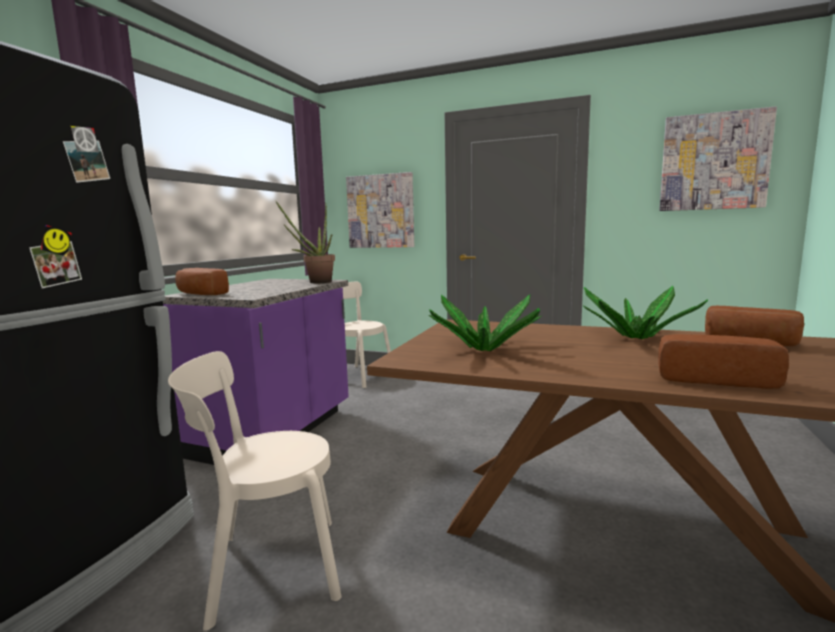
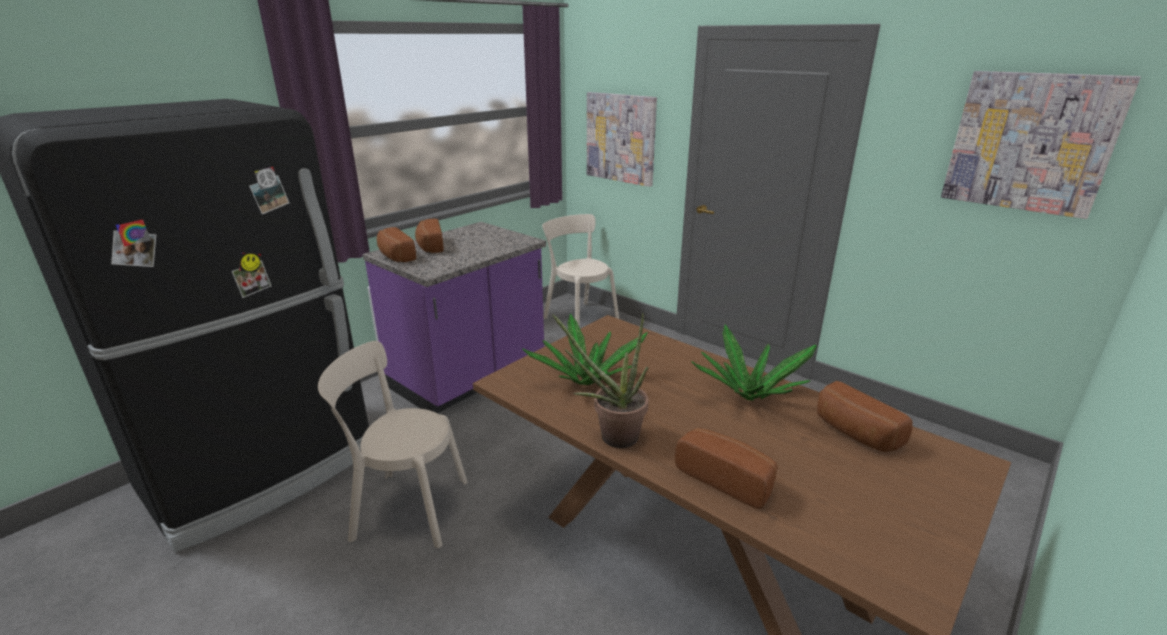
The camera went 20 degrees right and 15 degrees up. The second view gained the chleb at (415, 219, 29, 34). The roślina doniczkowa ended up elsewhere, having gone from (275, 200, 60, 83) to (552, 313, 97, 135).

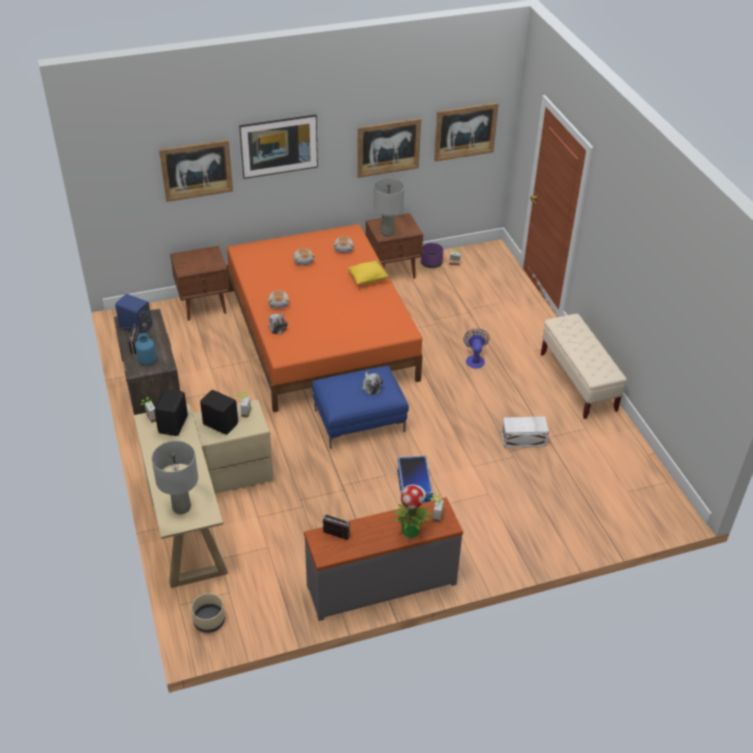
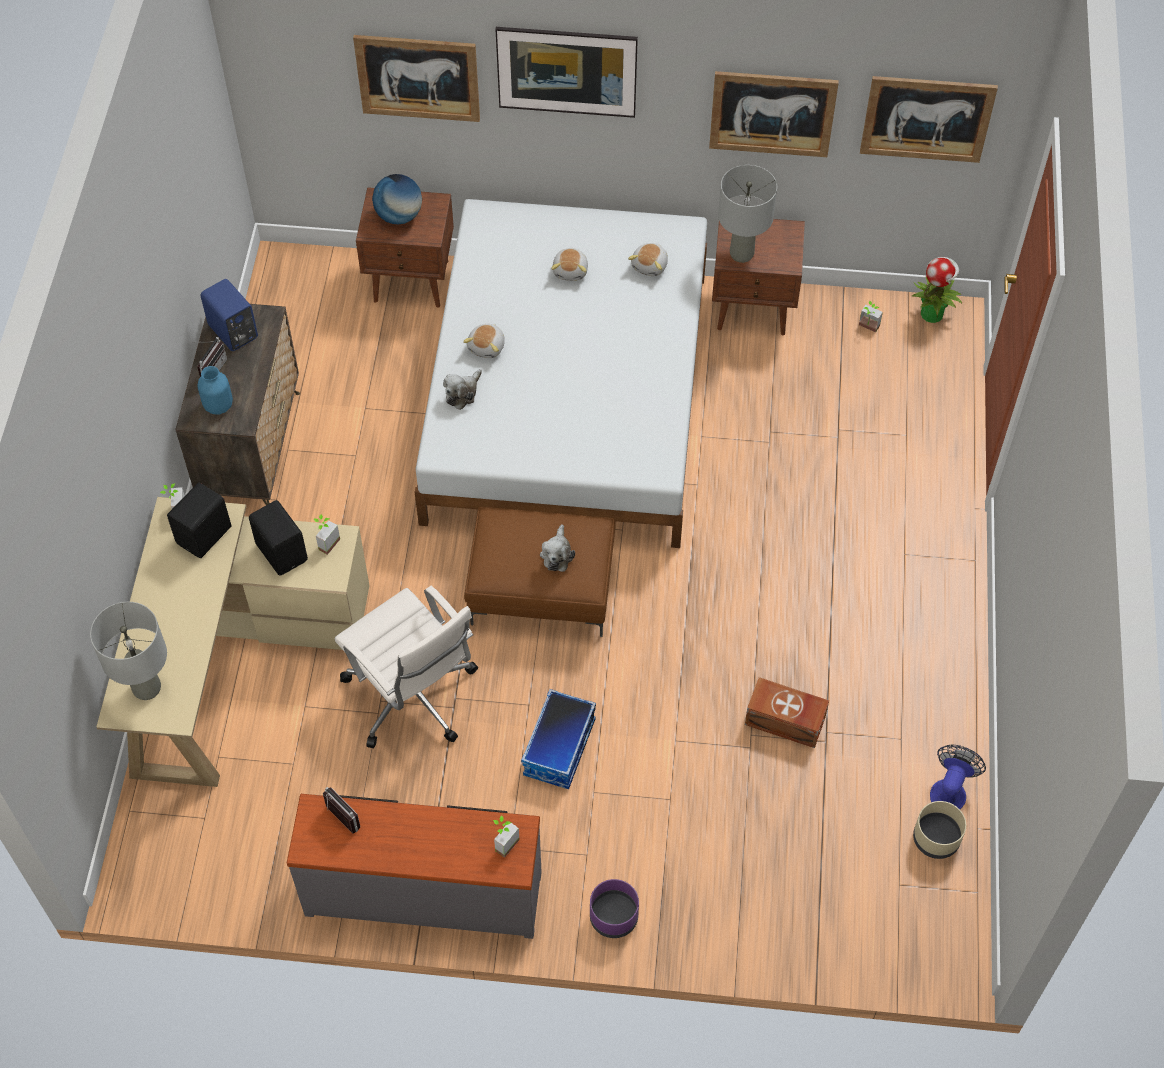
The camera went 25 degrees right and 15 degrees up. The second view lost the poduszka (żółty) at (347, 260, 42, 25). The second view lost the ławka (beżowy) at (541, 314, 86, 105). The second view gained the krzesło biurowe (biały) at (334, 586, 144, 162). The second view gained the globus at (372, 174, 50, 50). The donica (beżowy) ended up elsewhere, having gone from (191, 593, 34, 40) to (913, 801, 53, 58). The roślina doniczkowa ended up elsewhere, having gone from (394, 485, 39, 53) to (912, 257, 50, 66). The donica (fioletowy) ended up elsewhere, having gone from (421, 243, 22, 25) to (590, 879, 49, 59). The wentylator ended up elsewhere, having gone from (463, 329, 26, 40) to (930, 745, 56, 64). What was the łóżko (pomarańczowy) at (226, 224, 197, 188) turned into the łóżko (biały) at (415, 199, 292, 349). What was the pufa (niebieski) at (312, 366, 97, 83) turned into the pufa (brązowy) at (464, 507, 152, 130). What was the pojemnik do przechowywania (biały) at (501, 416, 48, 32) turned into the pojemnik do przechowywania (brązowy) at (745, 677, 84, 71).

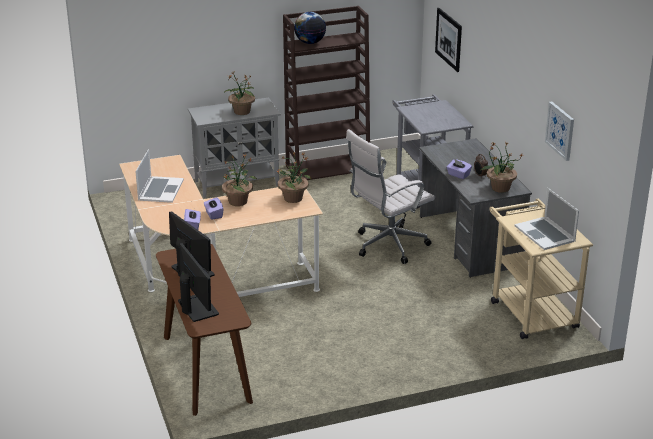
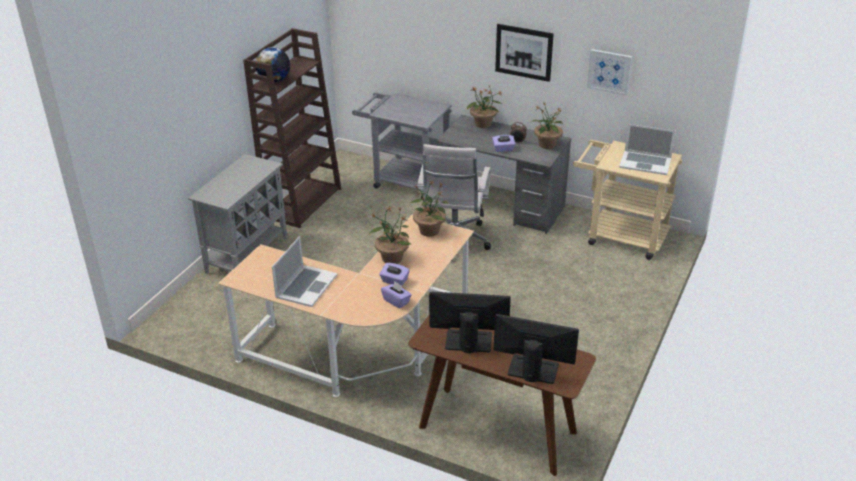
The camera went 45 degrees left and 5 degrees up. The roślina doniczkowa ended up elsewhere, having gone from (225, 72, 30, 43) to (467, 86, 36, 42). The obraz ended up elsewhere, having gone from (435, 8, 27, 64) to (495, 24, 59, 58). The laptop at (135, 149, 49, 54) ended up facing another way, 60 degrees clockwise from before.

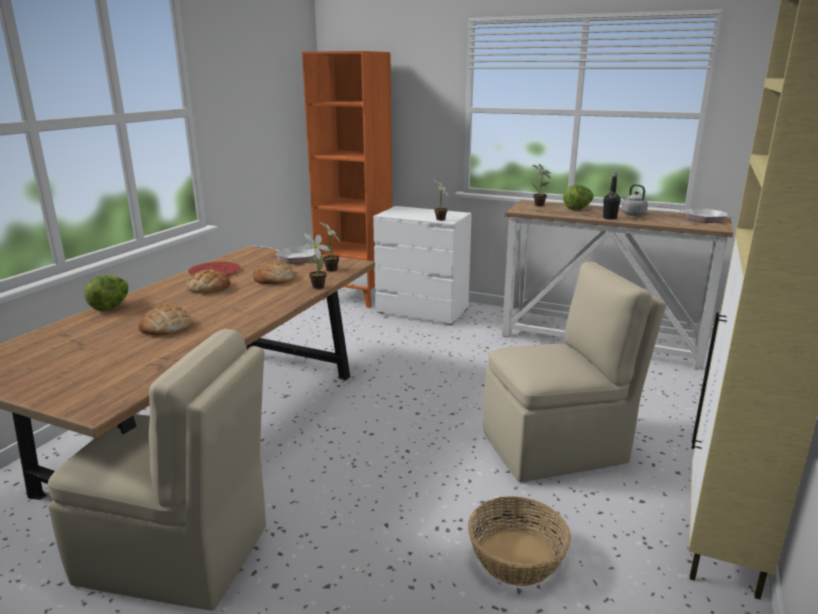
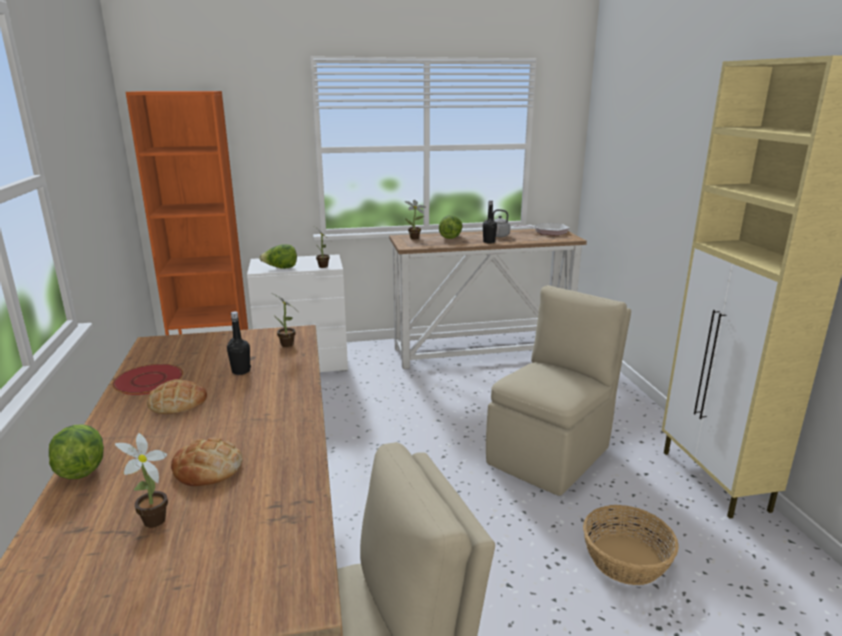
The camera went 35 degrees left and 0 degrees up. The second view lost the patelnia at (253, 245, 63, 19). The second view gained the sałata at (259, 244, 38, 25). The roślina doniczkowa ended up elsewhere, having gone from (302, 233, 28, 56) to (115, 433, 53, 95). Where the chleb stood at (253, 261, 42, 23), the butelka (czarny) came to stand at (227, 311, 24, 64).

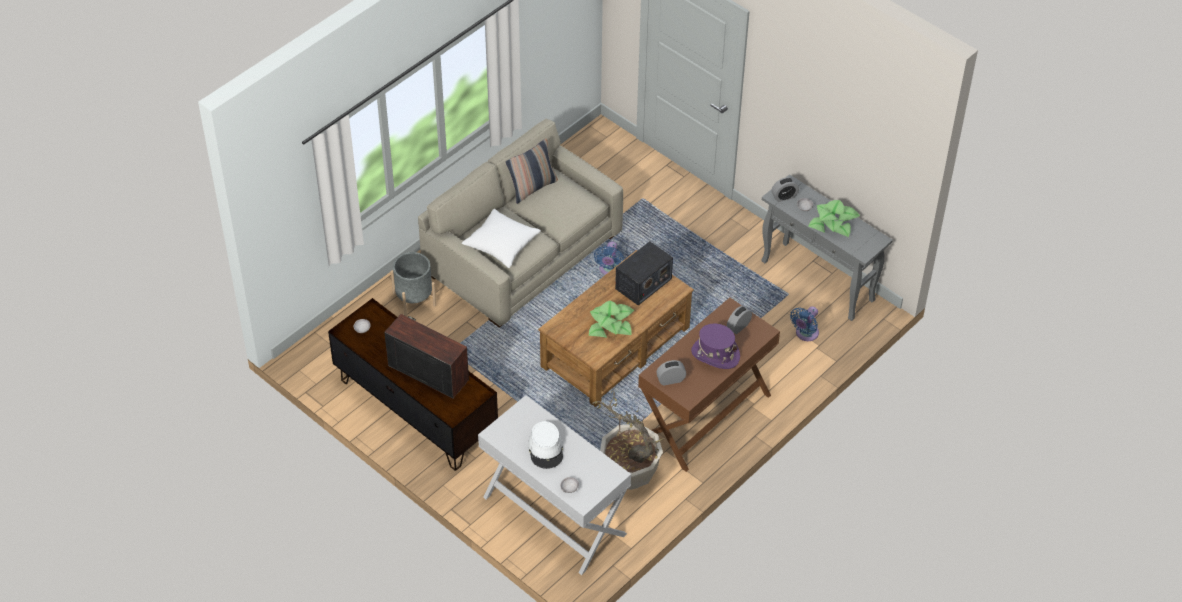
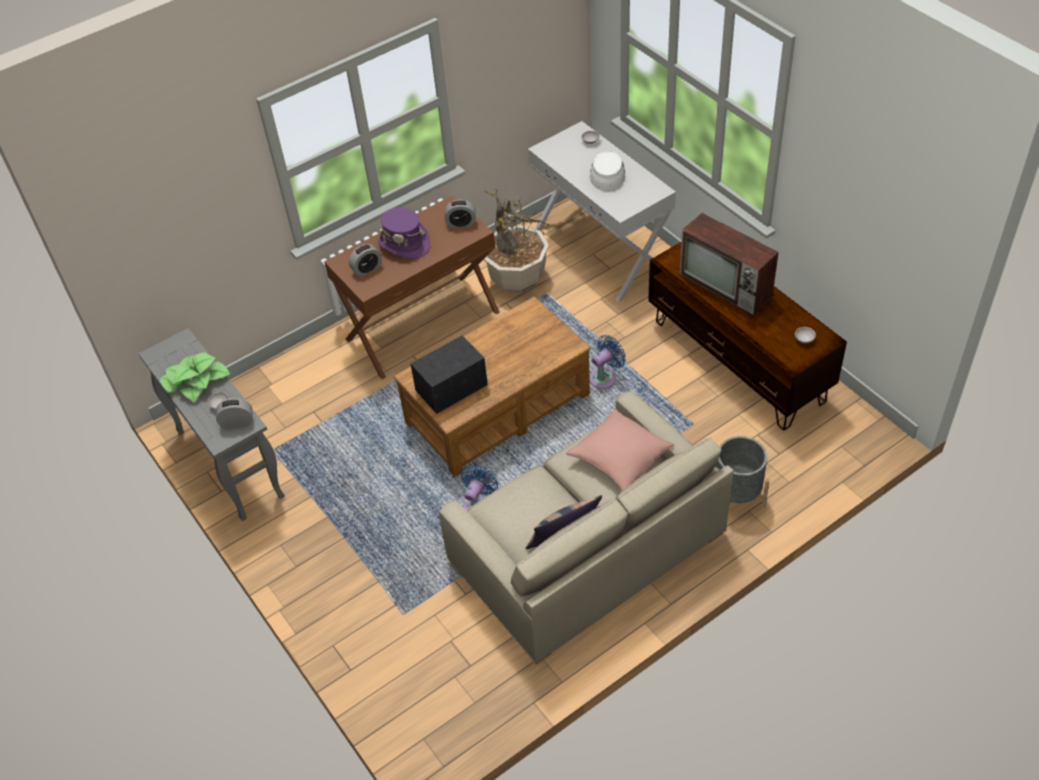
The camera went 165 degrees left and 0 degrees up. The second view lost the roślina doniczkowa at (589, 300, 45, 38). The wentylator (niebieski) ended up elsewhere, having gone from (790, 306, 29, 35) to (589, 335, 37, 54). What was the poduszka (biały) at (462, 209, 79, 59) turned into the poduszka (różowy) at (566, 409, 108, 82).

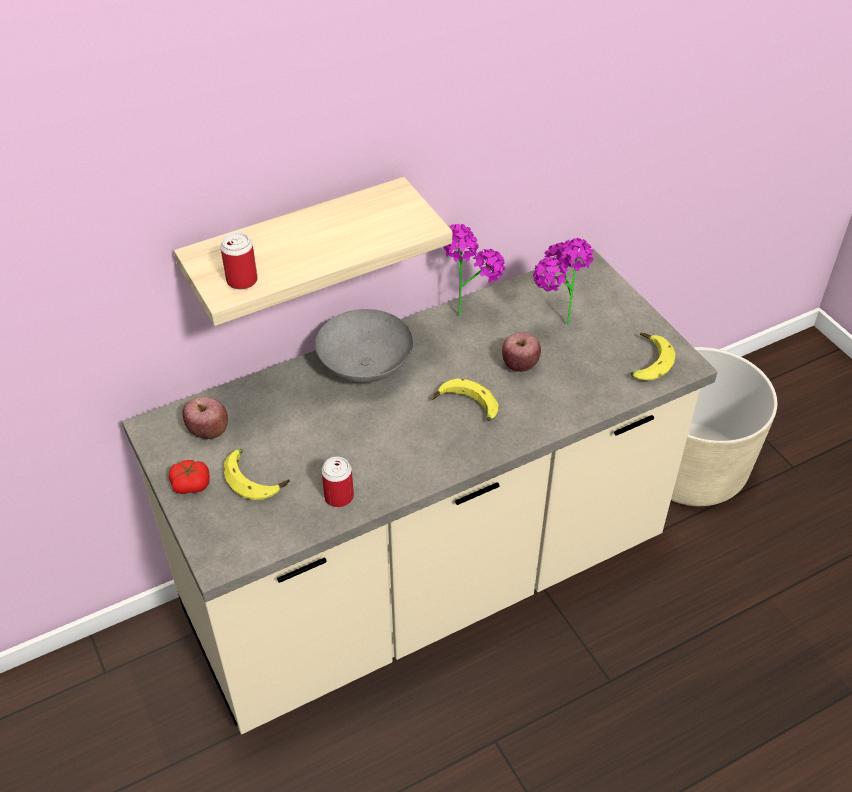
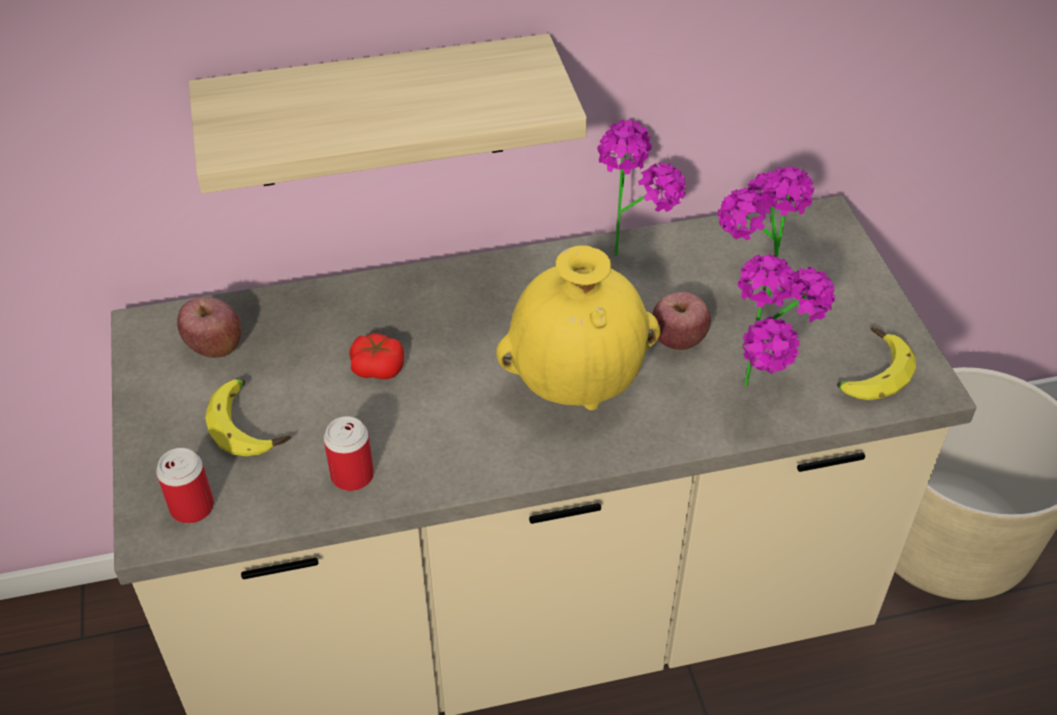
The camera went 15 degrees right and 0 degrees up. The second view lost the miska (szary) at (315, 309, 98, 74). The second view gained the roślina doniczkowa at (738, 254, 97, 133). The pomidor ended up elsewhere, having gone from (169, 460, 41, 34) to (350, 333, 54, 46). The puszka ended up elsewhere, having gone from (220, 232, 38, 57) to (156, 448, 58, 75). Where the banan stood at (431, 378, 68, 43), the wazon (żółty) came to stand at (496, 245, 164, 165).

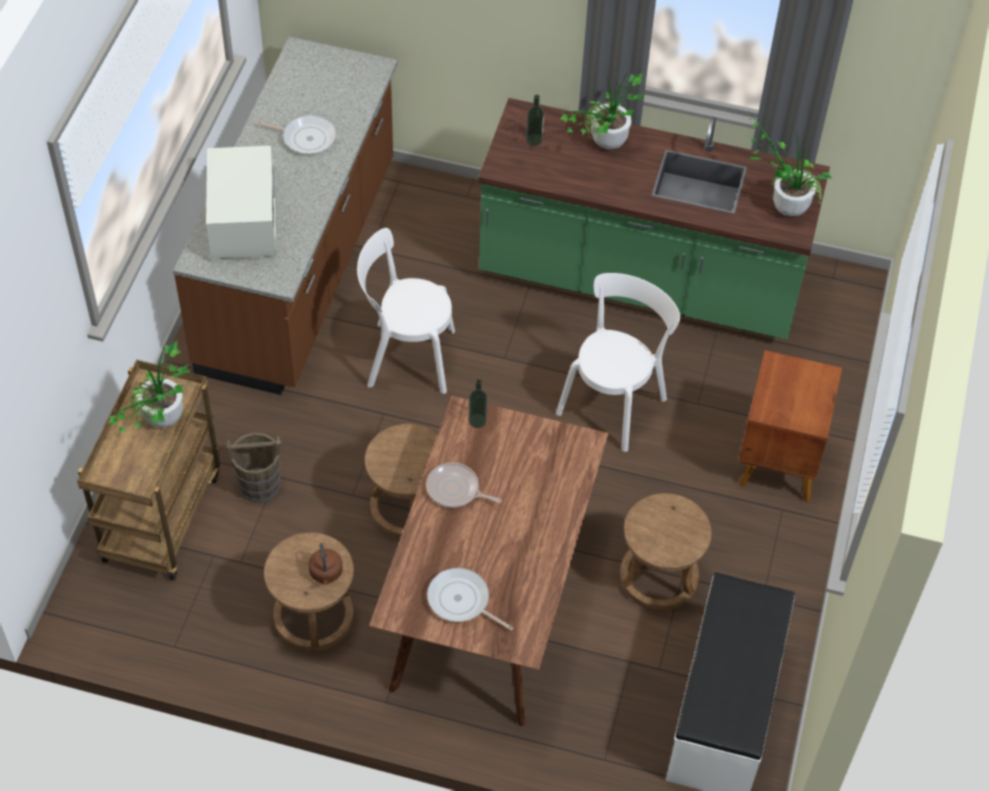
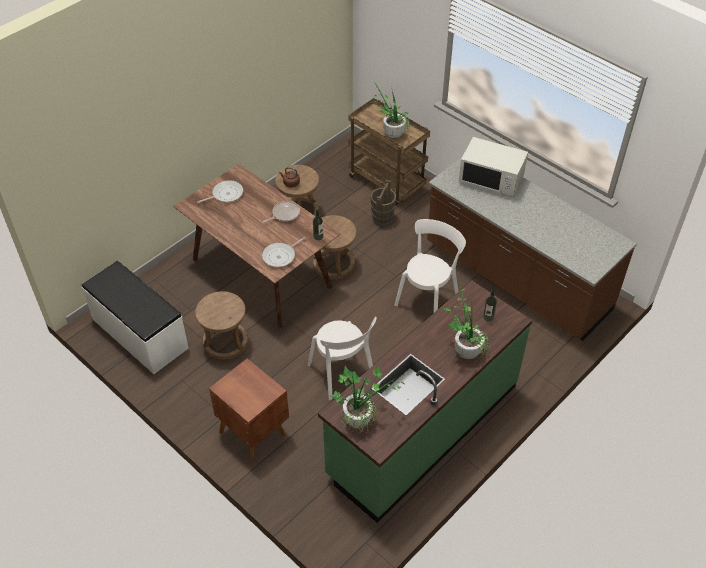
The camera went 120 degrees right and 5 degrees down. The patelnia ended up elsewhere, having gone from (257, 115, 79, 39) to (262, 237, 43, 30).

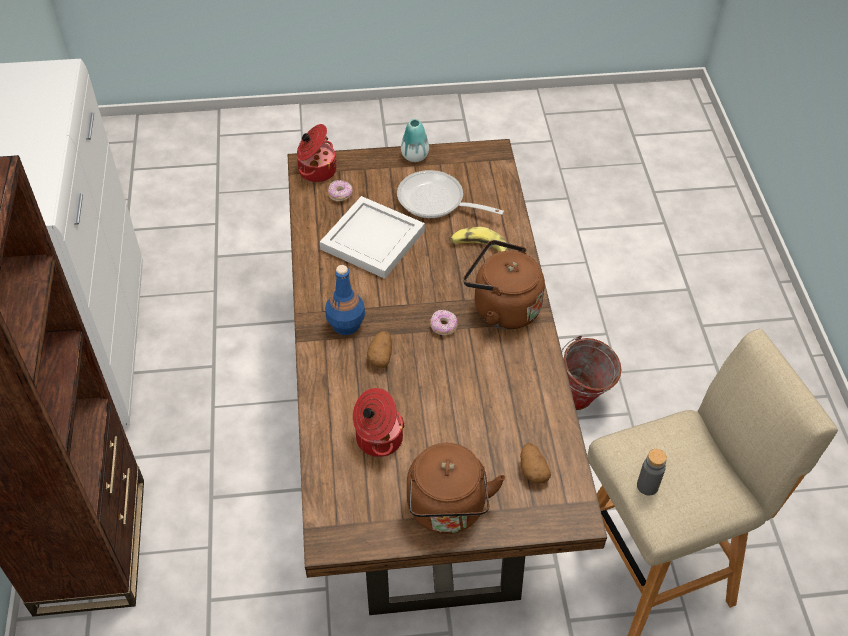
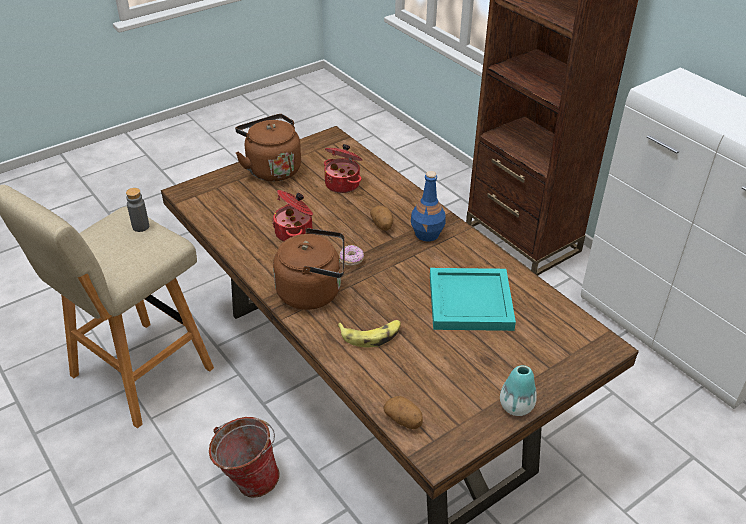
The camera went 150 degrees right and 10 degrees down. The second view lost the donut at (328, 180, 25, 21). The second view lost the patelnia at (397, 170, 107, 48). The garnek ended up elsewhere, having gone from (297, 124, 40, 58) to (272, 190, 41, 52). The ziemniak ended up elsewhere, having gone from (520, 443, 31, 40) to (383, 396, 40, 33). What was the taca (biały) at (320, 196, 105, 83) turned into the taca (turkusowy) at (430, 268, 86, 63).

